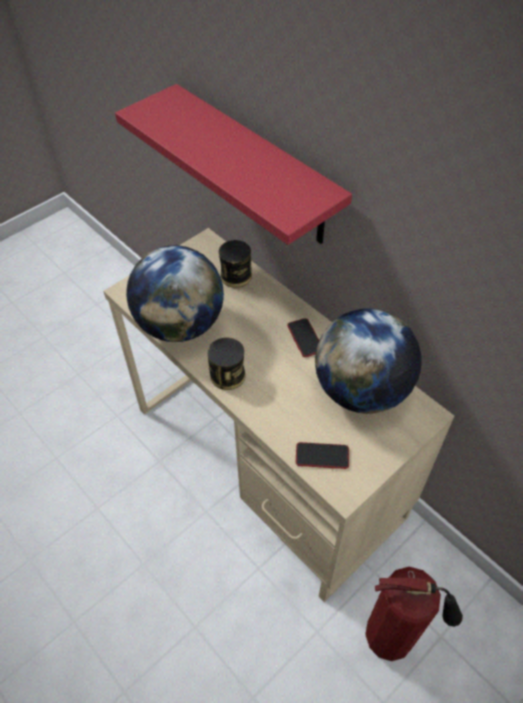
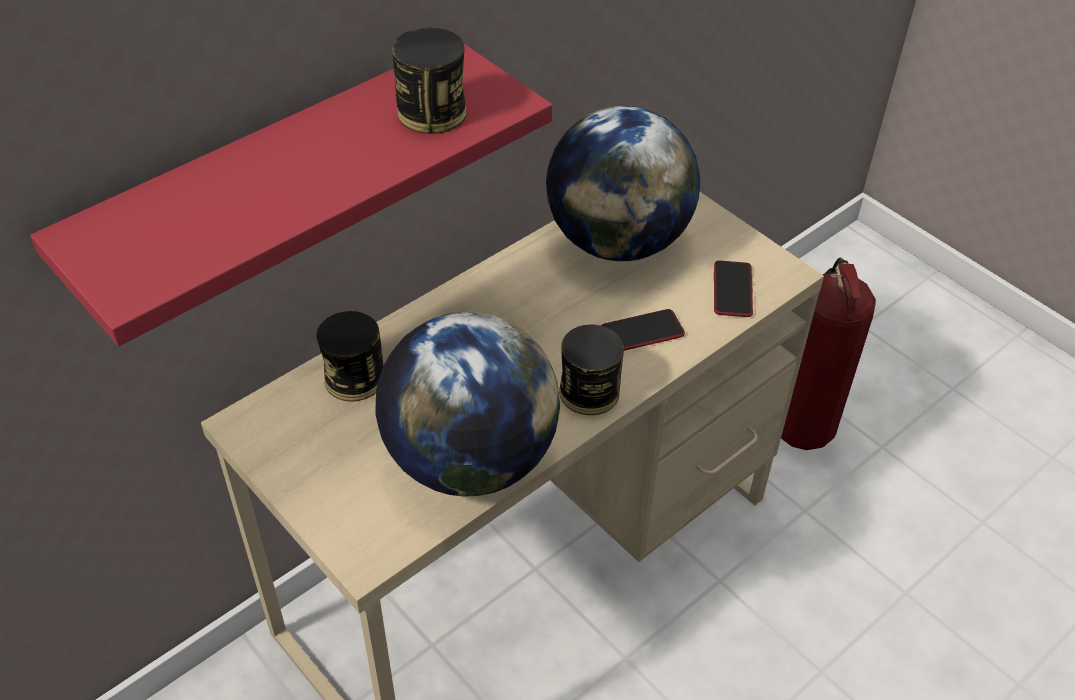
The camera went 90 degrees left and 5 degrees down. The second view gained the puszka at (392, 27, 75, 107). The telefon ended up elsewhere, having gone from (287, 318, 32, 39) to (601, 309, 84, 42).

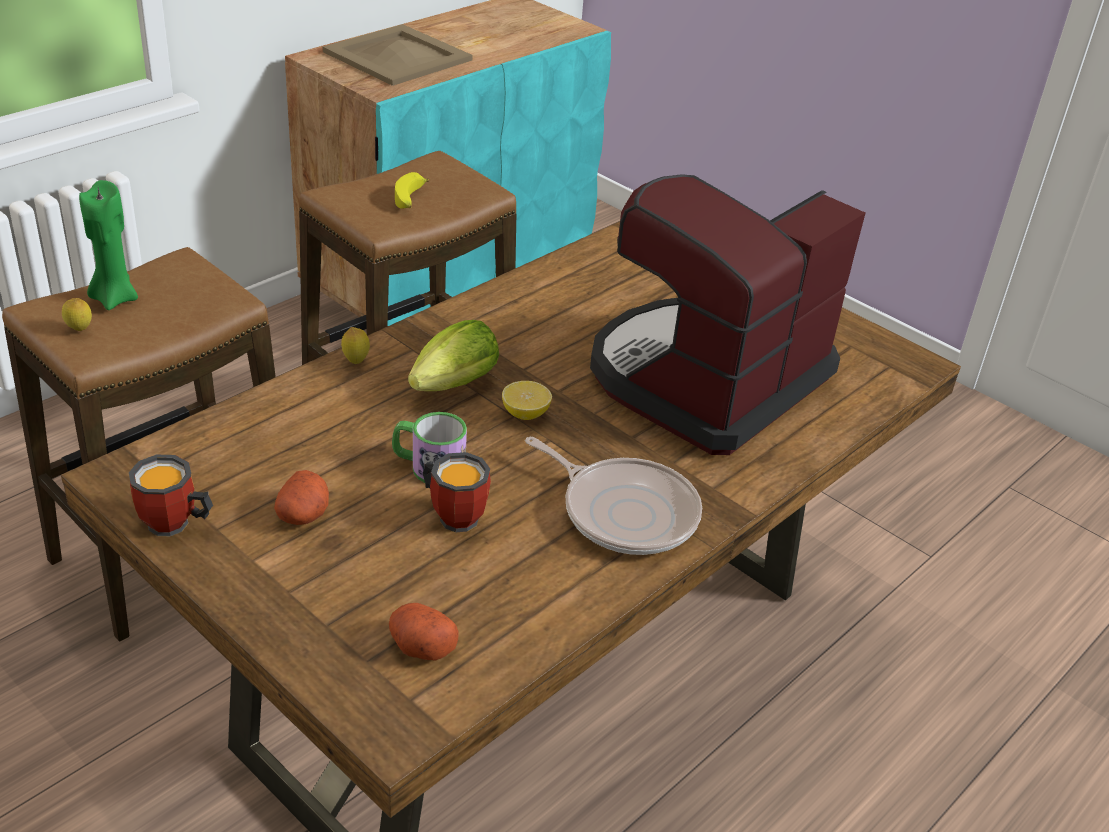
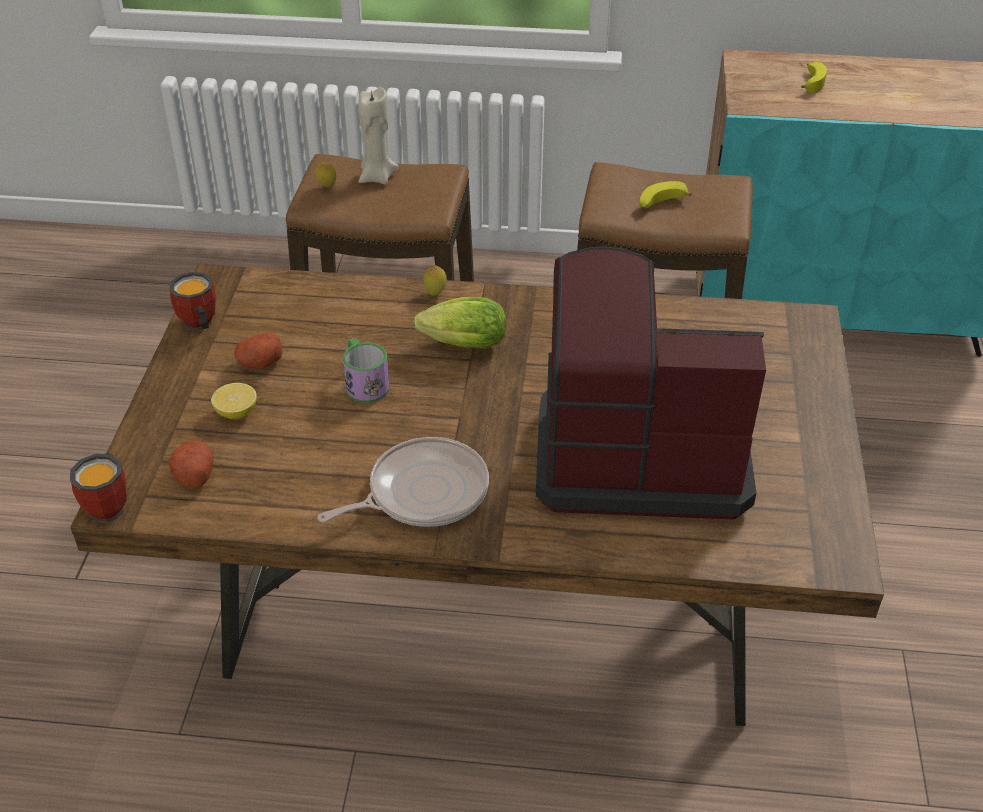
The camera went 55 degrees right and 5 degrees up. The kubek ended up elsewhere, having gone from (423, 452, 68, 80) to (70, 453, 57, 70). The cytryna ended up elsewhere, having gone from (502, 381, 50, 39) to (211, 383, 46, 36). Where the taca (beżowy) stood at (323, 24, 150, 62), the banan came to stand at (801, 62, 26, 32). What was the świeca (zielony) at (79, 180, 59, 130) turned into the świeca (beżowy) at (358, 87, 41, 98). The patelnia at (525, 437, 177, 118) ended up facing another way, 120 degrees counterclockwise from before.

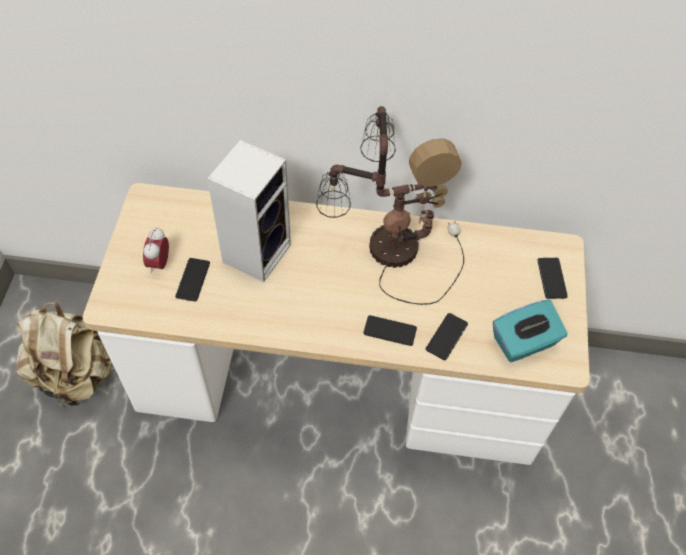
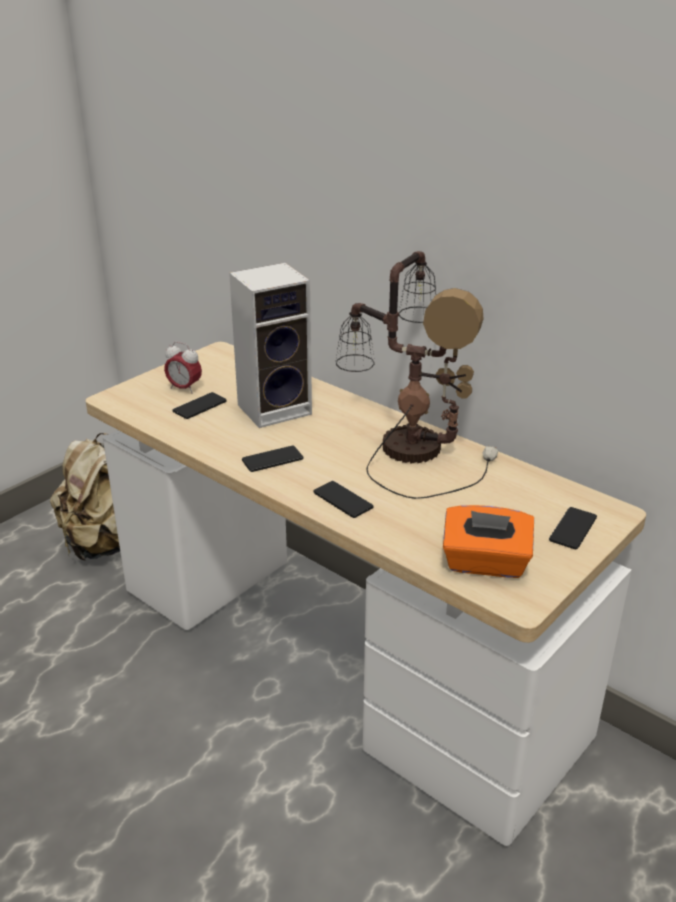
The camera went 35 degrees right and 25 degrees down. The telefon ended up elsewhere, having gone from (426, 313, 42, 47) to (242, 446, 62, 26). What was the pudełko chusteczek (turkusowy) at (493, 300, 75, 62) turned into the pudełko chusteczek (pomarańczowy) at (443, 505, 91, 73). The budzik at (143, 227, 26, 46) ended up facing another way, 105 degrees counterclockwise from before.

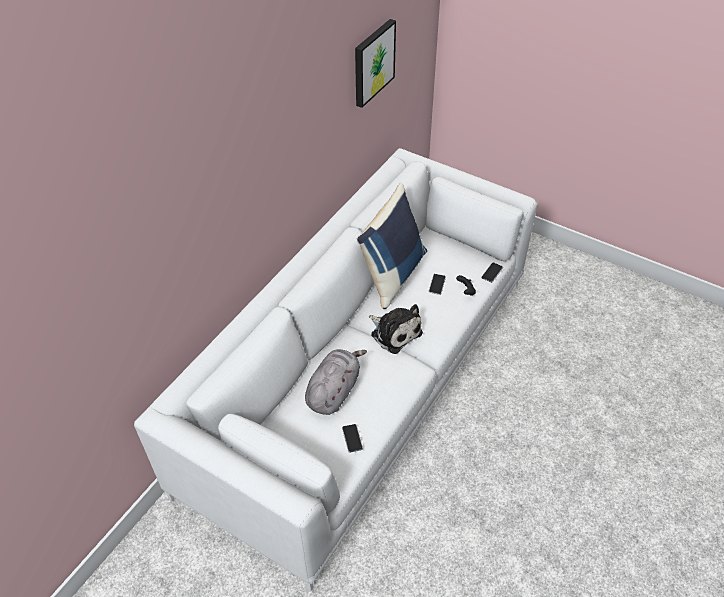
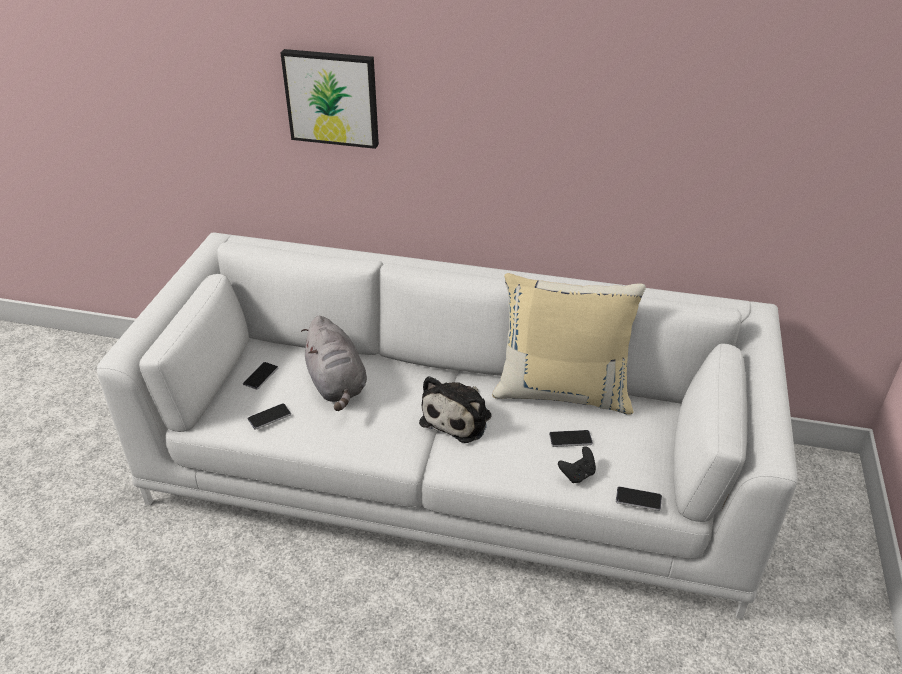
The camera went 70 degrees right and 10 degrees down. The second view gained the telefon at (243, 362, 35, 28). The obraz ended up elsewhere, having gone from (355, 19, 41, 89) to (281, 49, 98, 100). What was the poduszka (niebieski) at (357, 183, 70, 126) turned into the poduszka (beżowy) at (492, 273, 154, 142). The pluszak (szary) at (305, 349, 62, 66) ended up facing another way, 60 degrees clockwise from before.

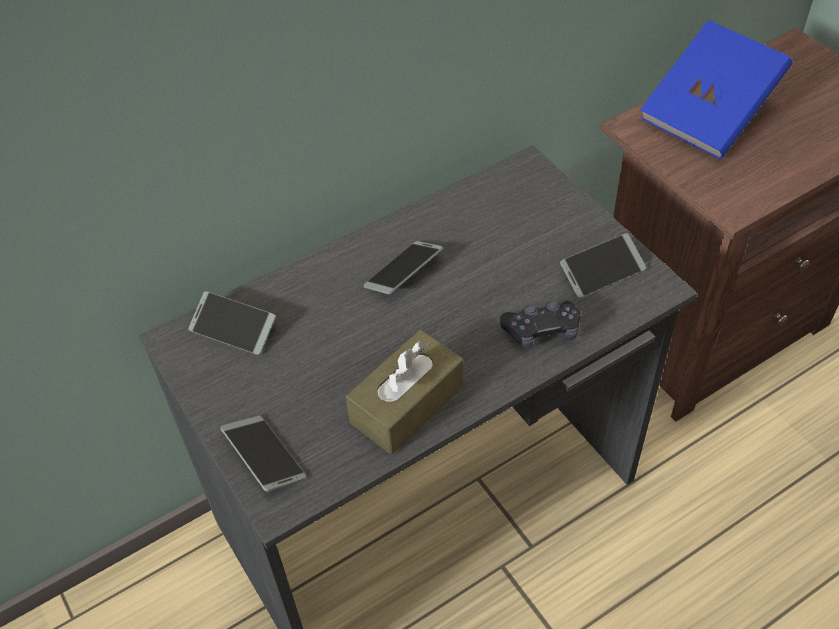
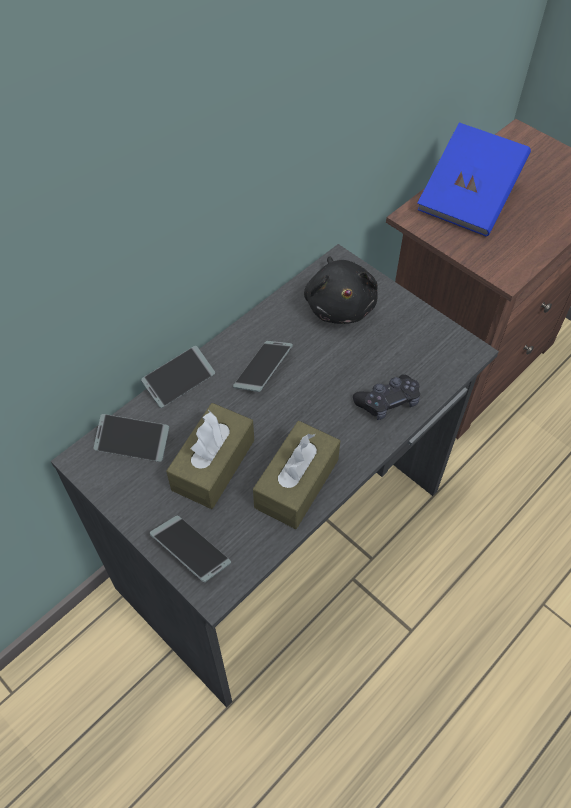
The camera went 15 degrees left and 5 degrees up. The second view gained the pudełko chusteczek (brązowy) at (166, 403, 88, 106). The second view gained the pluszak (czarny) at (304, 256, 74, 68). The telefon ended up elsewhere, having gone from (560, 233, 86, 65) to (141, 346, 74, 62).

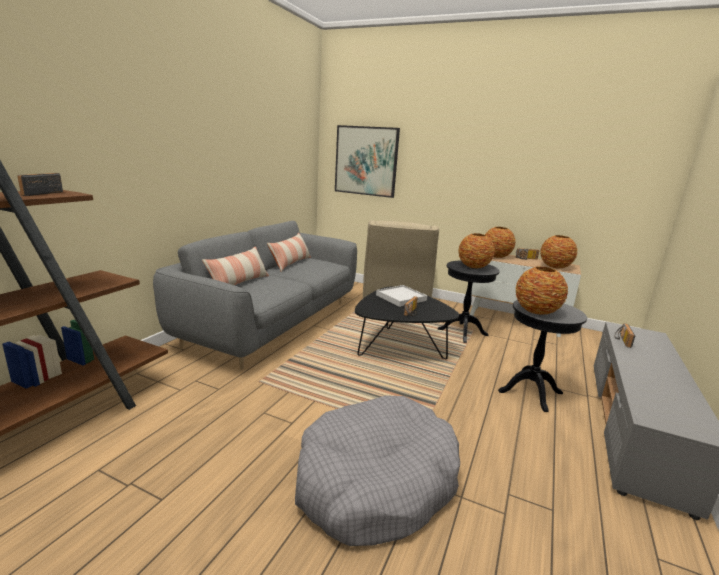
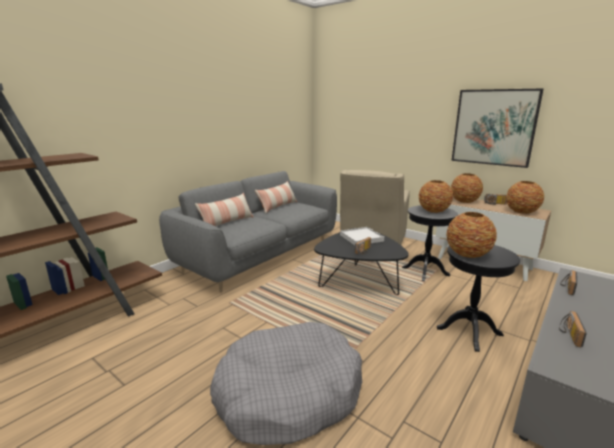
The camera went 15 degrees right and 0 degrees up. The radio ended up elsewhere, having gone from (17, 173, 46, 23) to (559, 311, 28, 36). The obraz ended up elsewhere, having gone from (335, 125, 65, 73) to (451, 89, 92, 79).

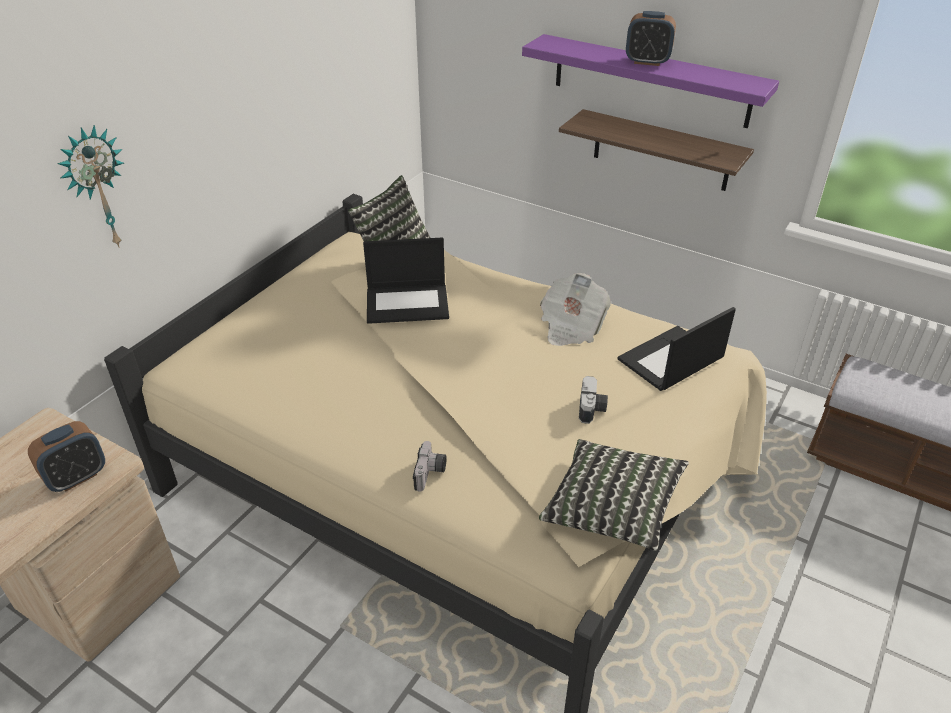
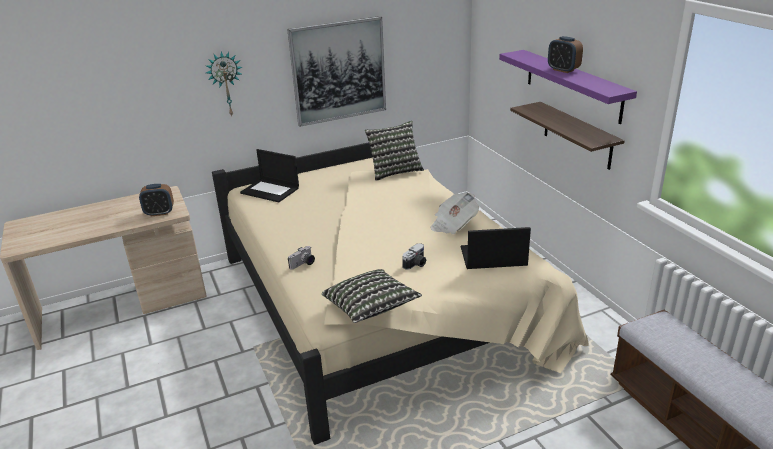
The camera went 35 degrees right and 10 degrees down. The second view gained the obraz at (287, 16, 99, 111). The laptop ended up elsewhere, having gone from (363, 238, 86, 86) to (240, 149, 59, 53).

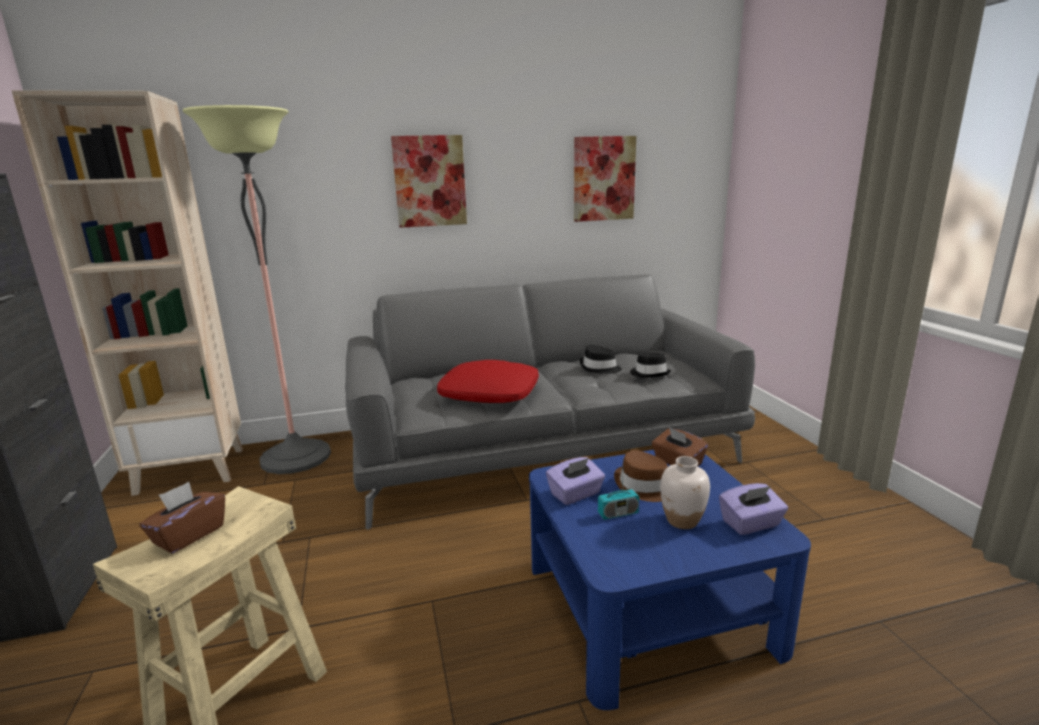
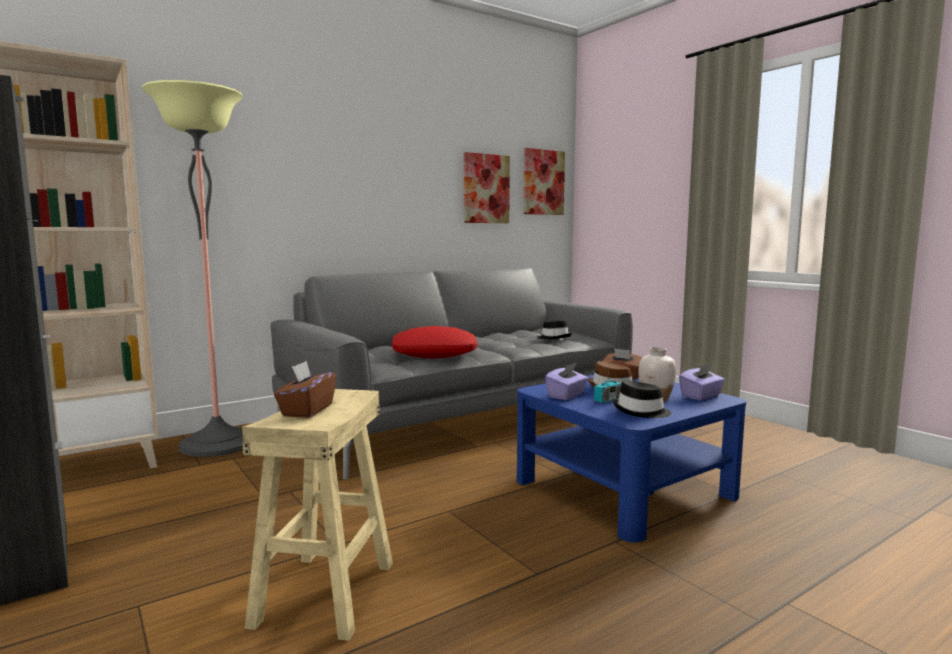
The camera went 20 degrees left and 10 degrees down. The obraz ended up elsewhere, having gone from (391, 135, 76, 93) to (524, 148, 41, 67). The kapelusz (czarny) ended up elsewhere, having gone from (579, 345, 43, 29) to (612, 380, 60, 38).

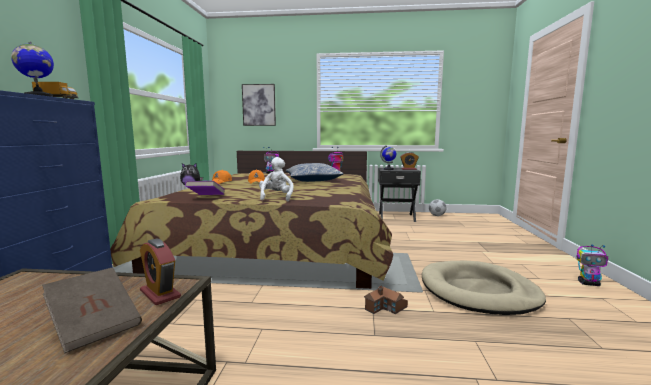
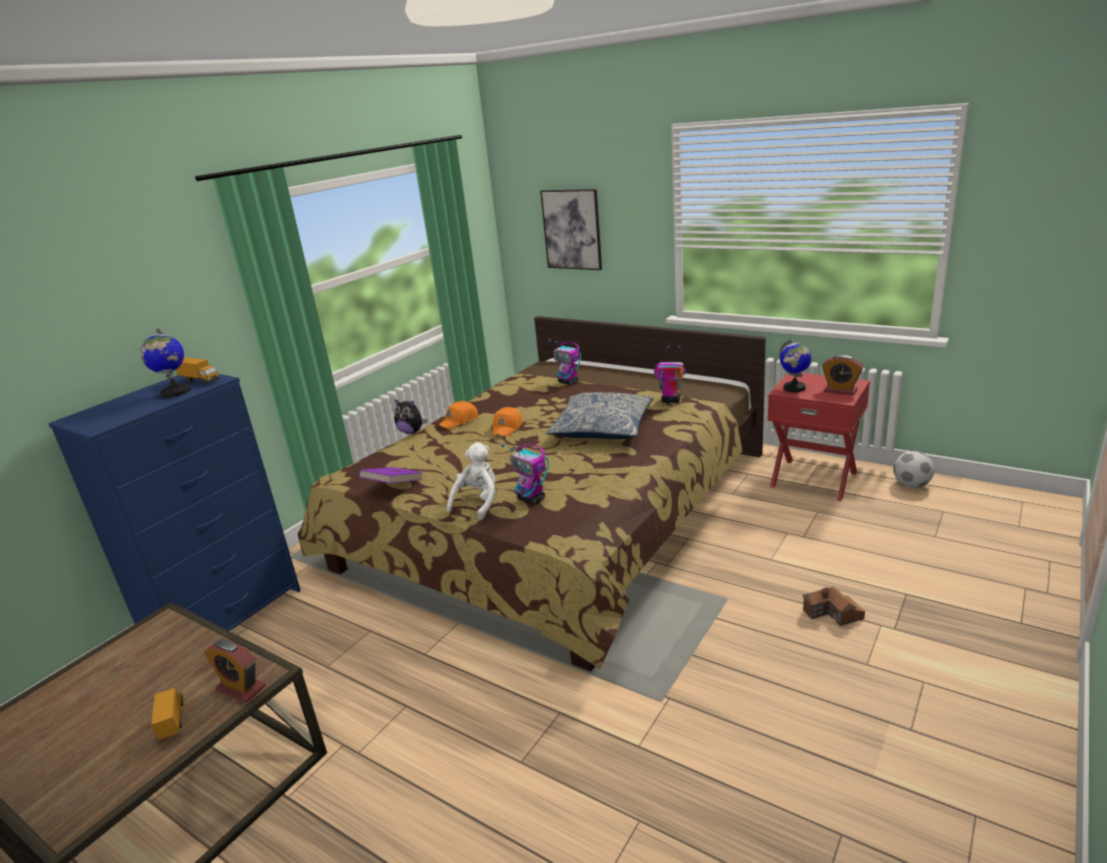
The camera went 30 degrees right and 15 degrees up. The second view lost the legowisko (beżowy) at (422, 261, 124, 54). The domek ended up elsewhere, having gone from (364, 286, 44, 28) to (802, 586, 63, 40). The robot zabawkowy ended up elsewhere, having gone from (576, 244, 32, 42) to (501, 443, 48, 62). Where the książka (brązowy) stood at (42, 268, 100, 85), the ciężarówka zabawkowa came to stand at (151, 688, 32, 52). What was the szafka nocna (czarny) at (378, 168, 43, 54) turned into the szafka nocna (czerwony) at (768, 373, 102, 128). The budzik at (140, 239, 41, 66) ended up facing another way, 45 degrees counterclockwise from before.

